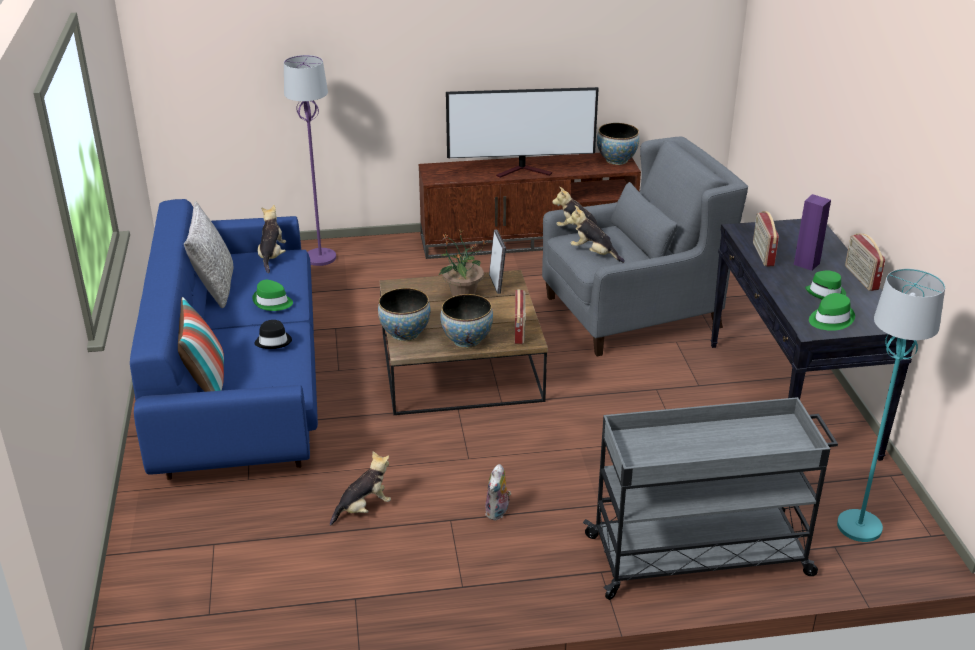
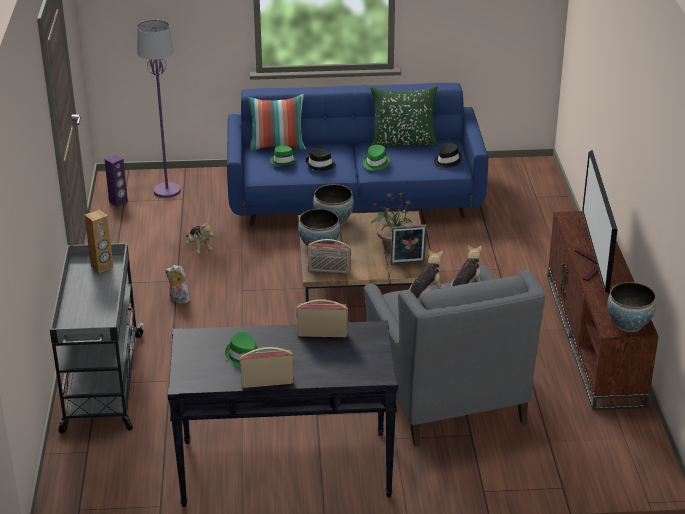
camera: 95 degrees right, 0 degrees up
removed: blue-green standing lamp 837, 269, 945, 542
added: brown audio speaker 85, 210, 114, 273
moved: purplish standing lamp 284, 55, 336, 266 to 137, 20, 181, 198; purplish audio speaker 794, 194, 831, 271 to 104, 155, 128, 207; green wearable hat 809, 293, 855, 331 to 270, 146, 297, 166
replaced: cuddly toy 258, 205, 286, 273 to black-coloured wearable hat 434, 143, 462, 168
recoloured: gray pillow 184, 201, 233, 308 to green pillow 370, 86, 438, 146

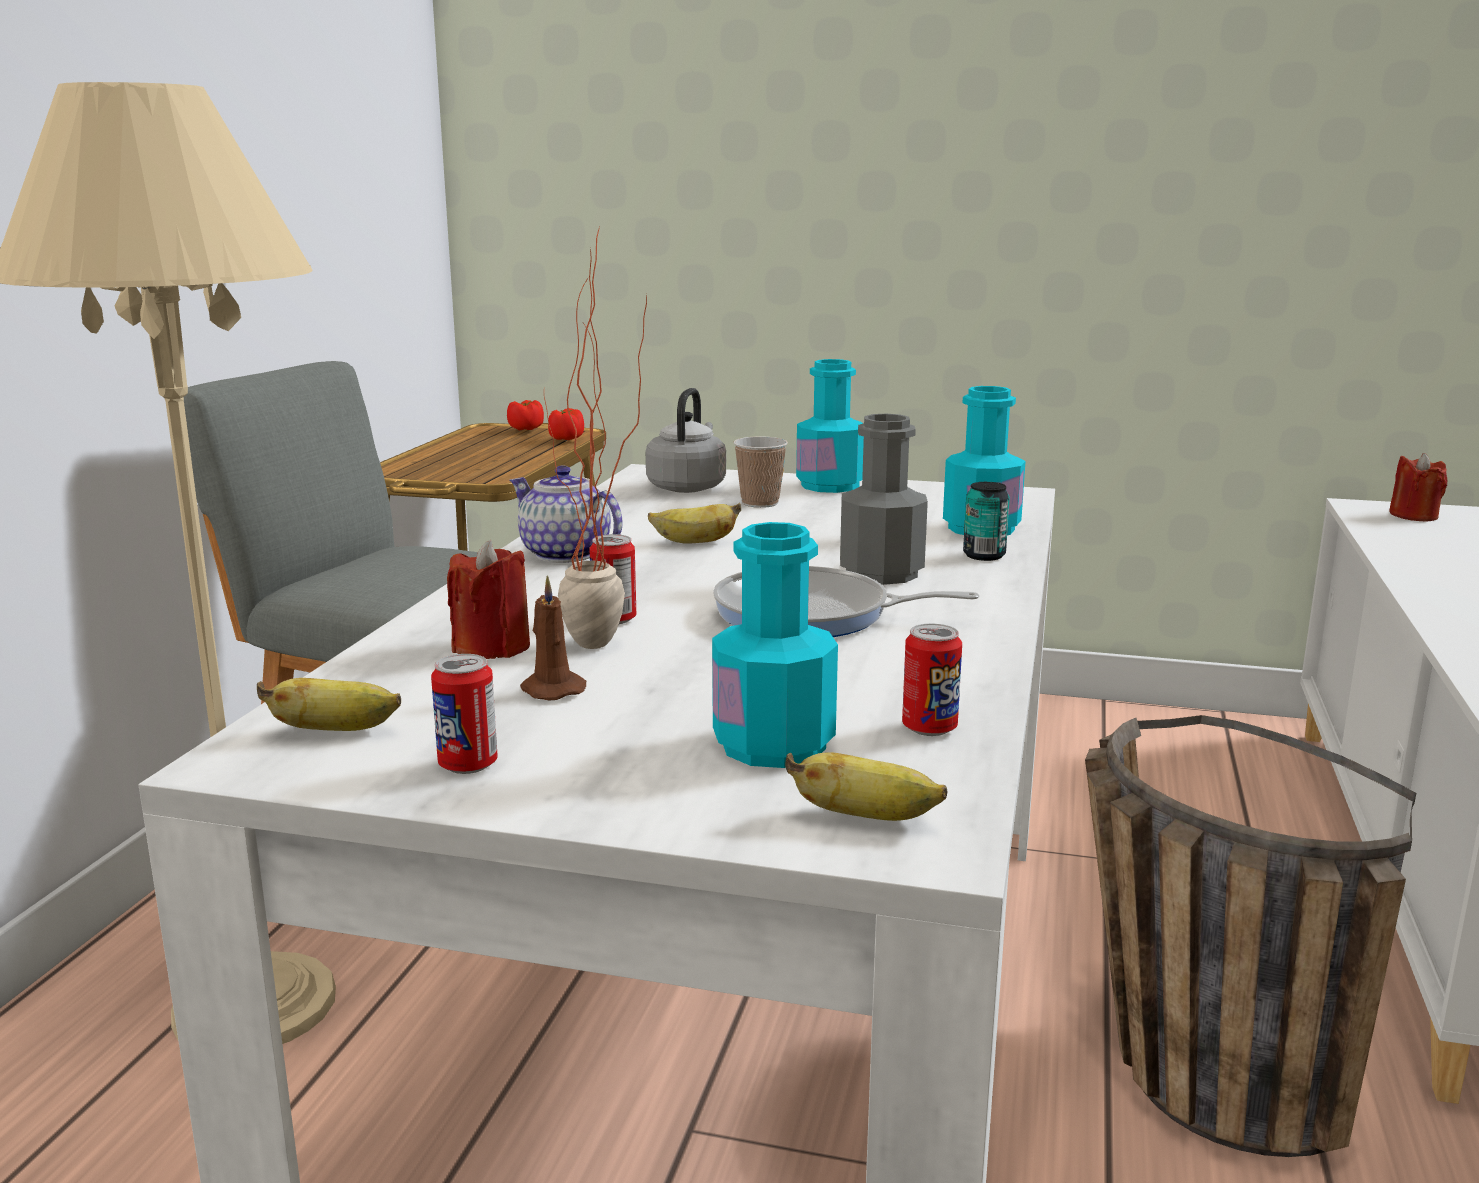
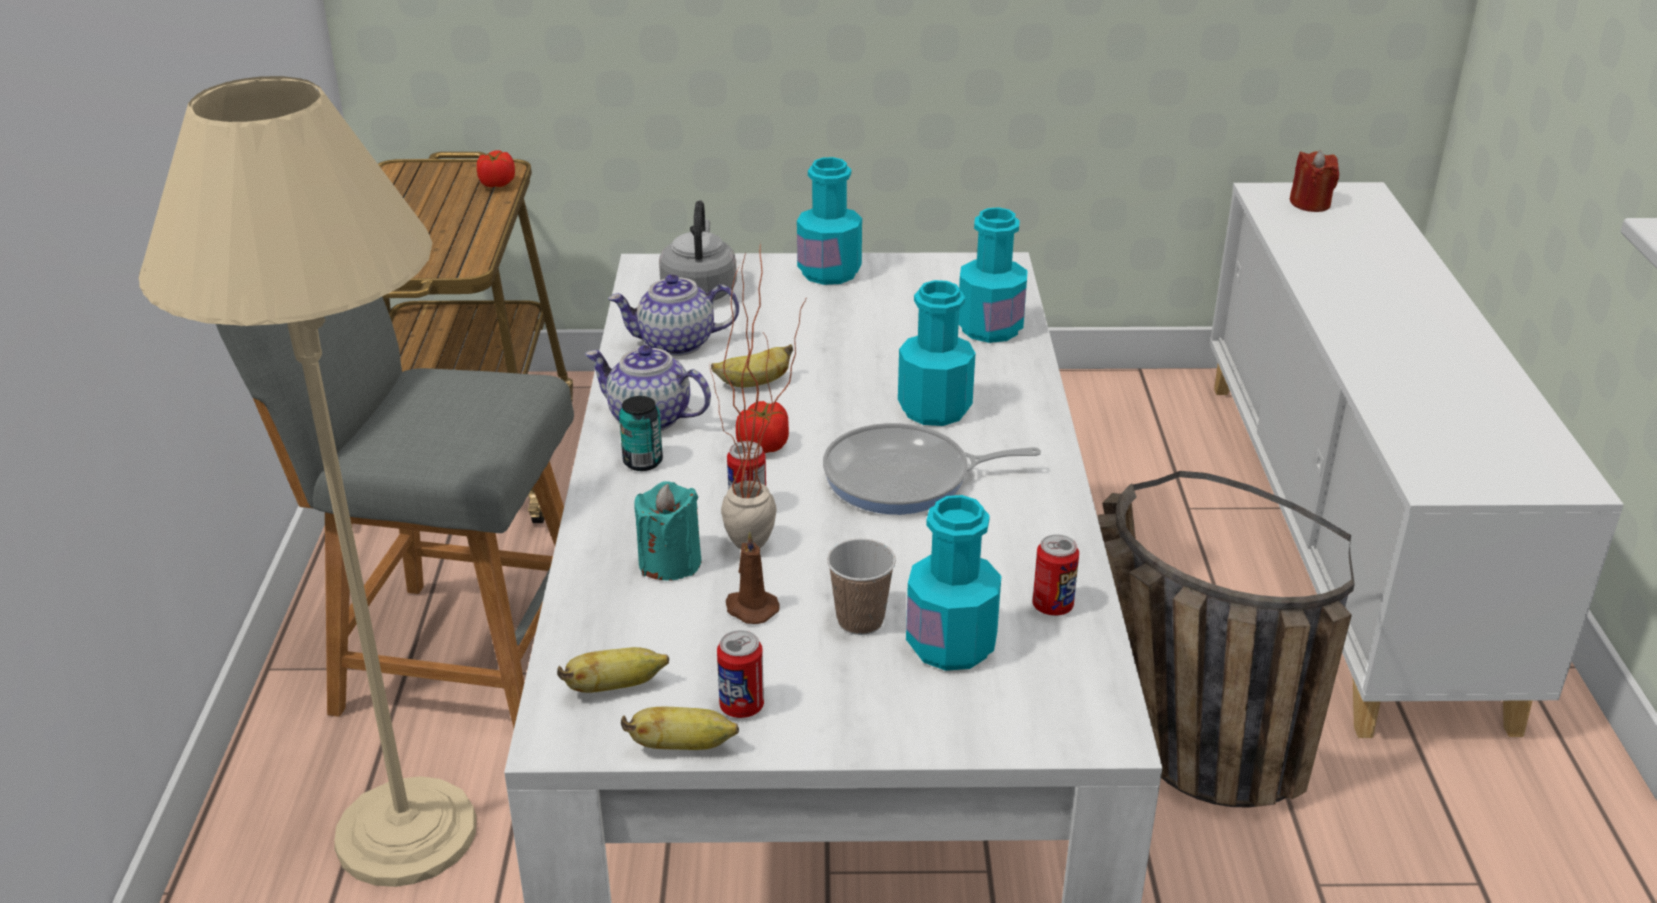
camera: 15 degrees left, 15 degrees up
added: tea pot 608, 274, 739, 356
moved: tomato 507, 400, 544, 430 to 736, 401, 789, 453; cup 733, 436, 788, 508 to 827, 539, 896, 635; sealed can 963, 482, 1010, 561 to 619, 396, 663, 471; whole banana 785, 753, 947, 821 to 621, 707, 739, 750
recoloured: gray drink bottle 840, 414, 928, 585 to blue-green drink bottle 898, 280, 976, 426; red wax candle 447, 540, 530, 659 to blue-green wax candle 634, 481, 701, 581

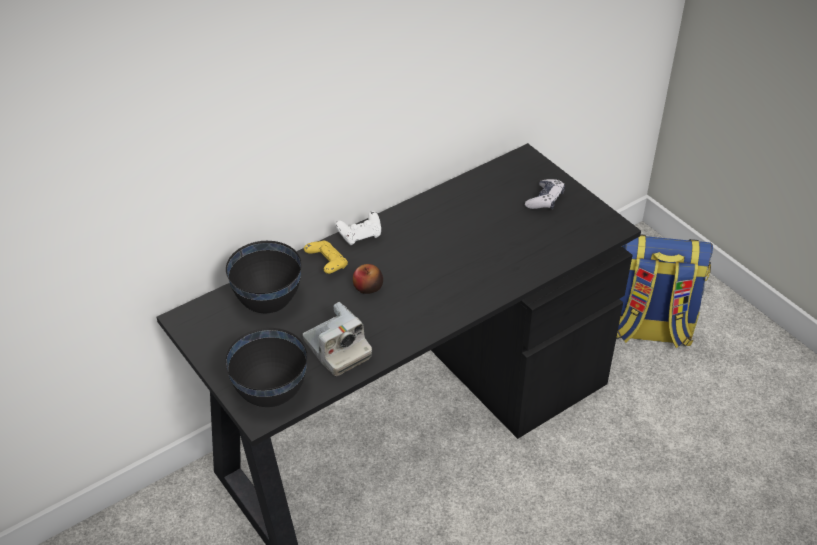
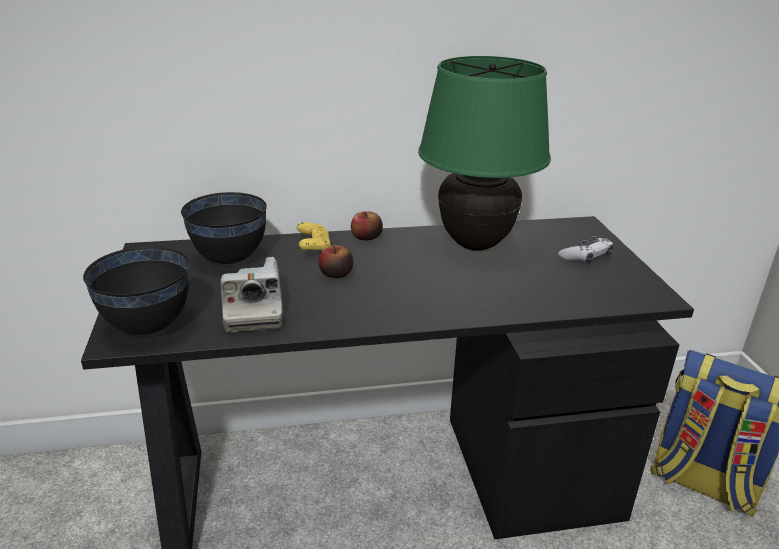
camera: 25 degrees right, 15 degrees down
added: green lamp for a table 418, 56, 551, 251
replaced: white-coloured joypad 335, 211, 381, 245 to whole apple 351, 211, 383, 241

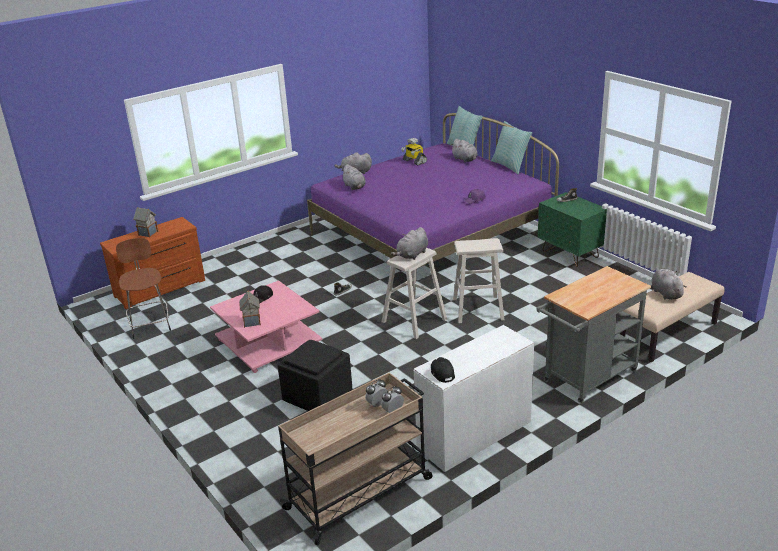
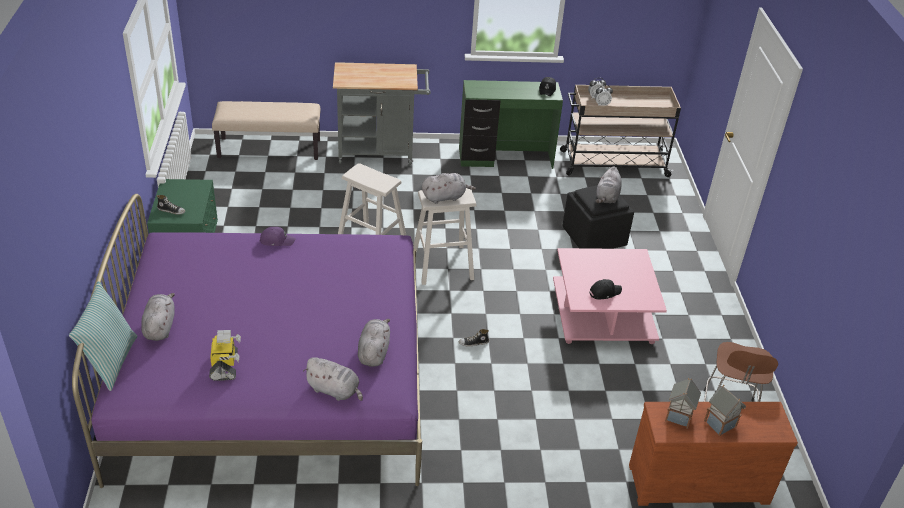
camera: 150 degrees left, 10 degrees up
removed: pillow 491, 121, 532, 174
moved: gray cuddly toy 652, 269, 687, 300 to 596, 166, 622, 203; model house 239, 291, 261, 328 to 665, 378, 701, 429
recoloured: white-coloured desk unit 414, 325, 534, 472 to green desk unit 459, 80, 563, 169

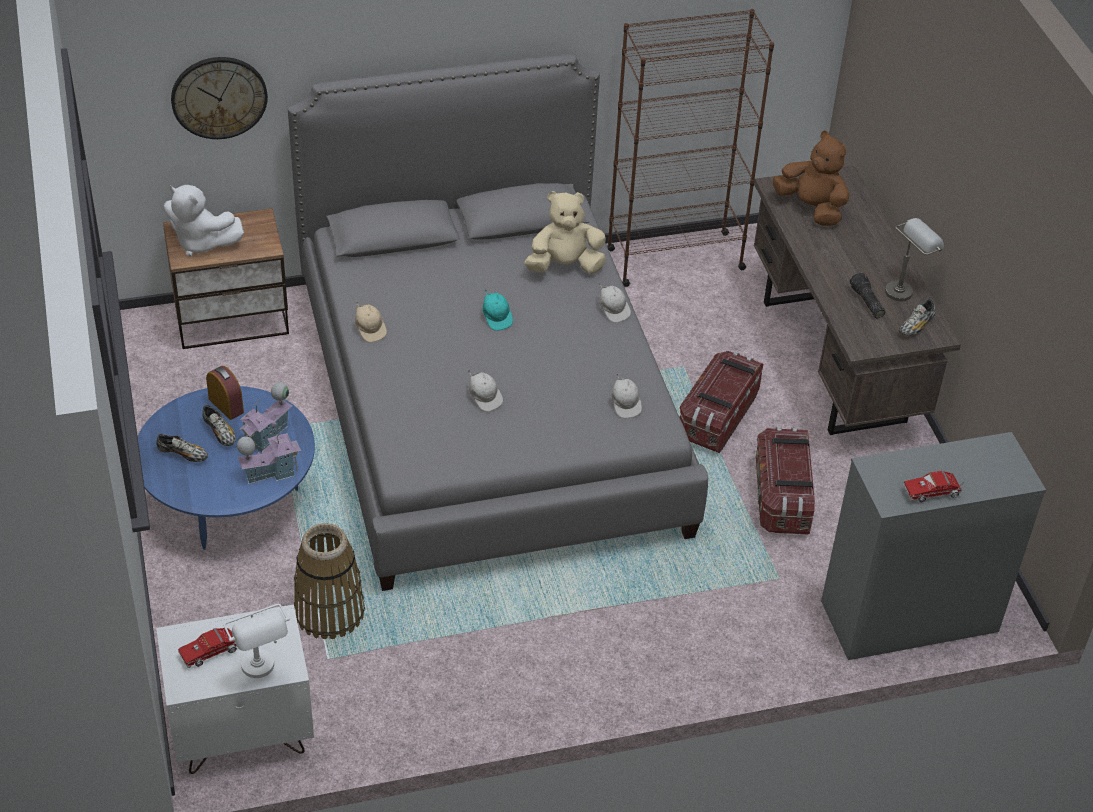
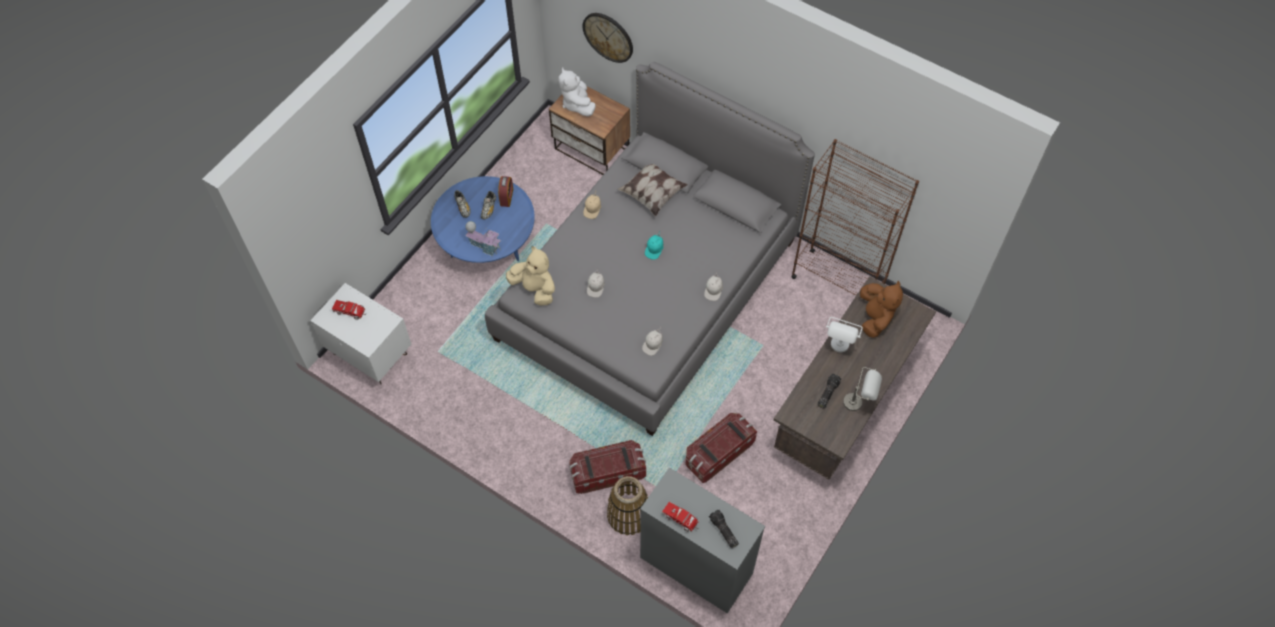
camera: 50 degrees right, 15 degrees up
removed: low shoe 899, 299, 936, 335; model house 239, 382, 292, 453
added: pillow 617, 164, 688, 216; torch 709, 510, 739, 548
moved: beige cuddly toy 525, 191, 606, 274 to 506, 246, 555, 306; storage bin 680, 351, 763, 453 to 569, 440, 646, 494; basket 294, 523, 365, 639 to 607, 476, 648, 535; white-coloured lamp for a table 223, 604, 290, 678 to 826, 317, 863, 352

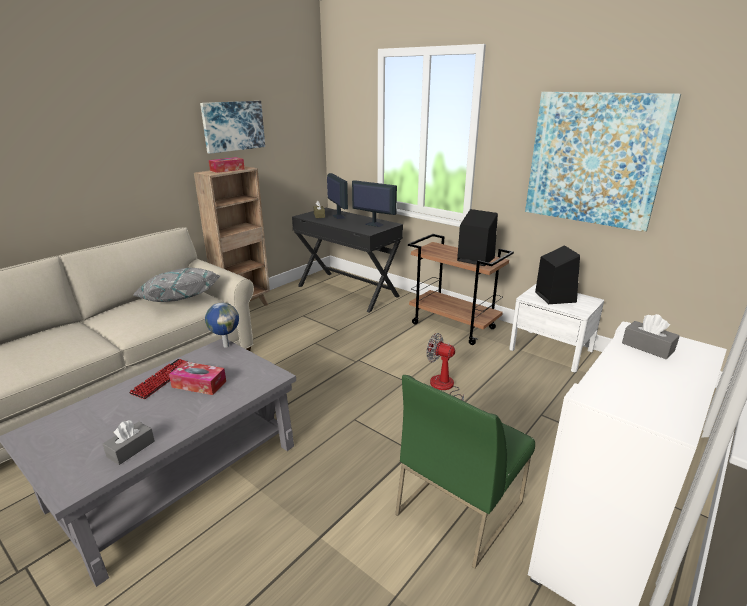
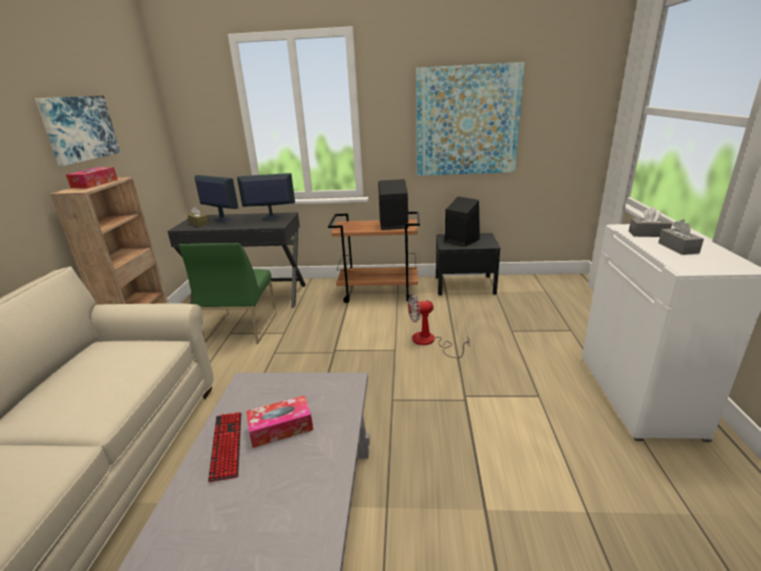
camera: 35 degrees left, 0 degrees up
removed: gray pillow 134, 268, 220, 302; globe 205, 303, 239, 348
moved: green plain chair 395, 375, 535, 569 to 179, 243, 276, 344; gray box of tissues 103, 420, 155, 465 to 658, 219, 704, 255
recoloured: white-coloured bedside table 509, 283, 604, 372 to black-coloured bedside table 436, 233, 500, 295

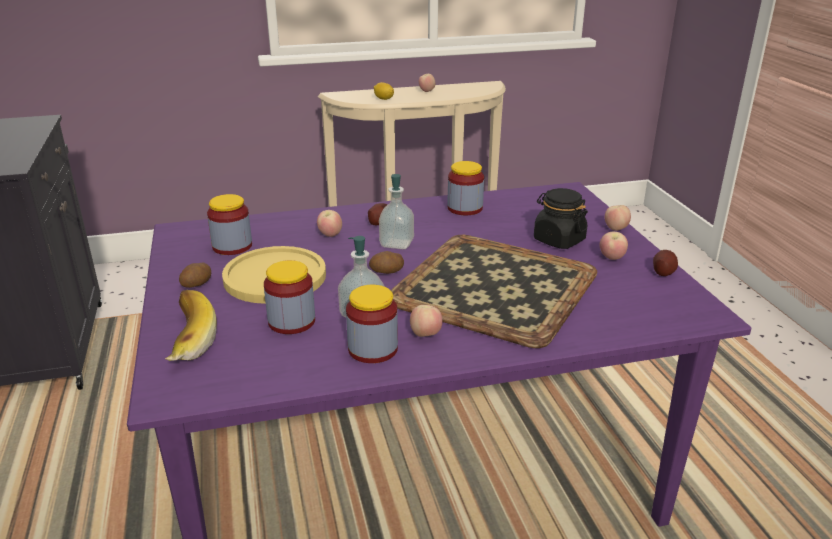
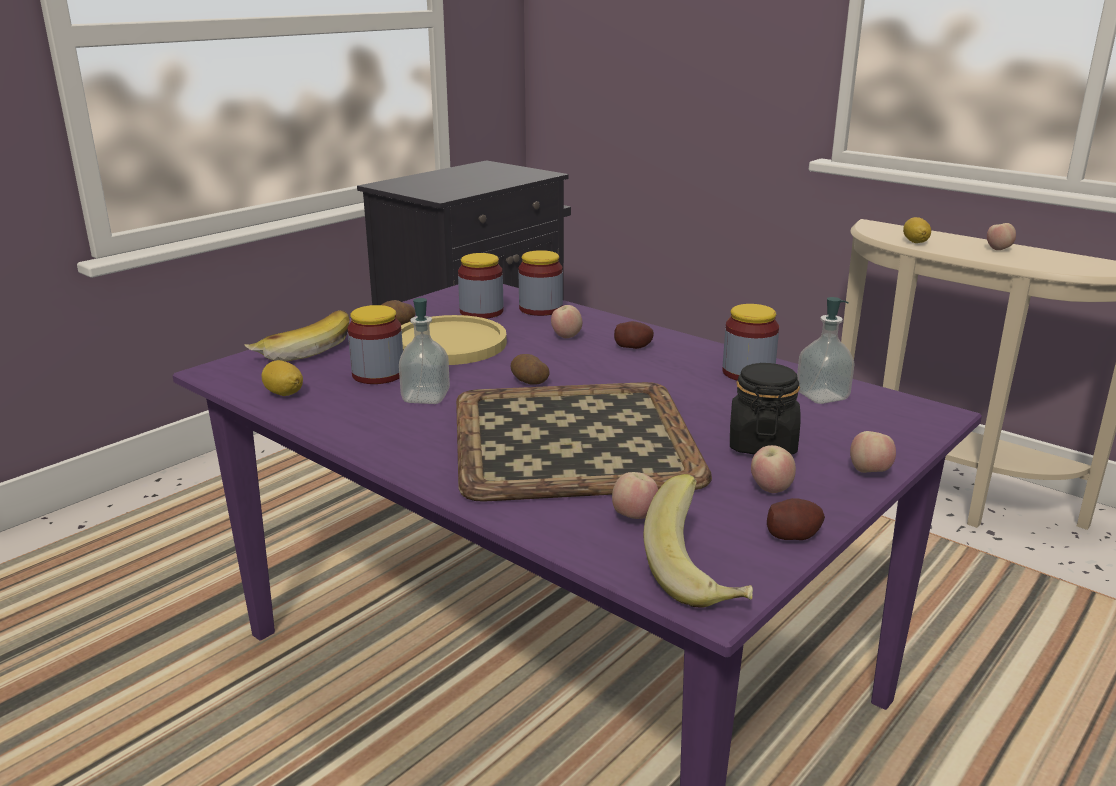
camera: 55 degrees right, 5 degrees down
added: citrus fruit 262, 360, 303, 396; whole banana 644, 474, 753, 608
moved: soap dispenser 379, 174, 414, 249 to 797, 297, 855, 404; preserve jar 346, 285, 398, 363 to 519, 250, 563, 316; whole apple 410, 305, 443, 337 to 612, 472, 658, 519

